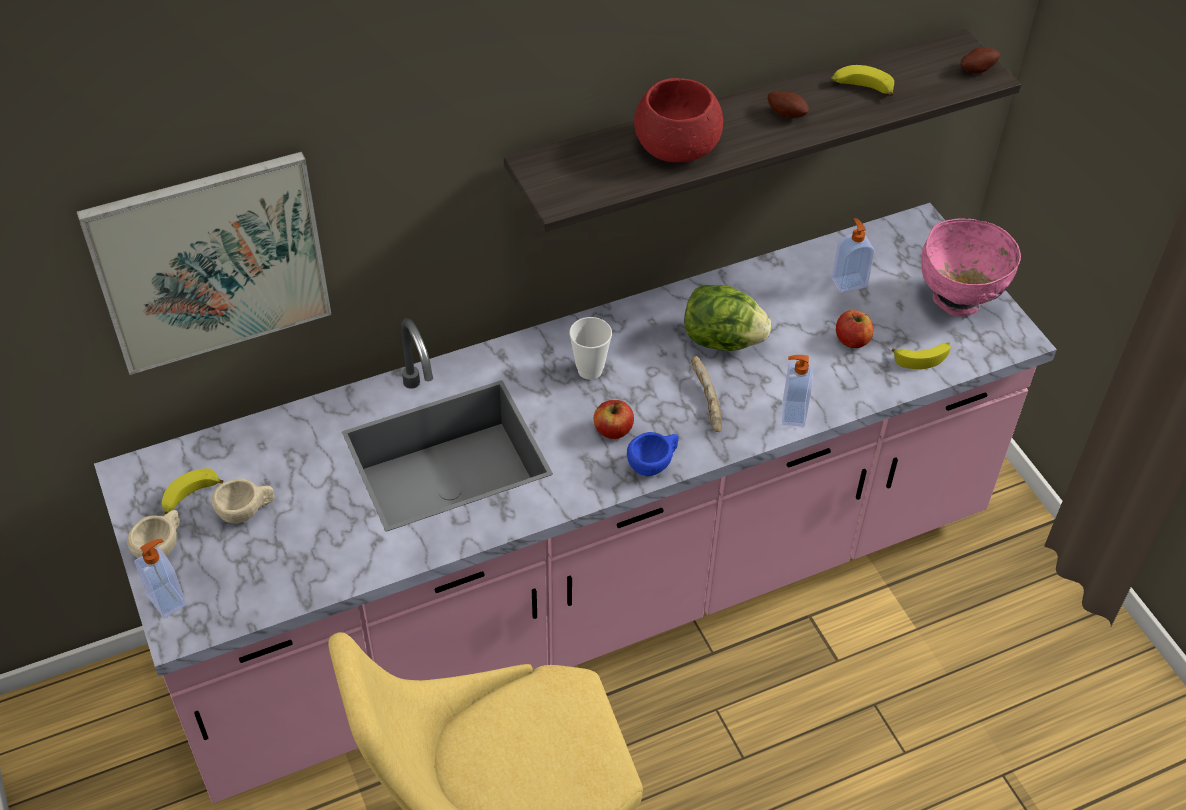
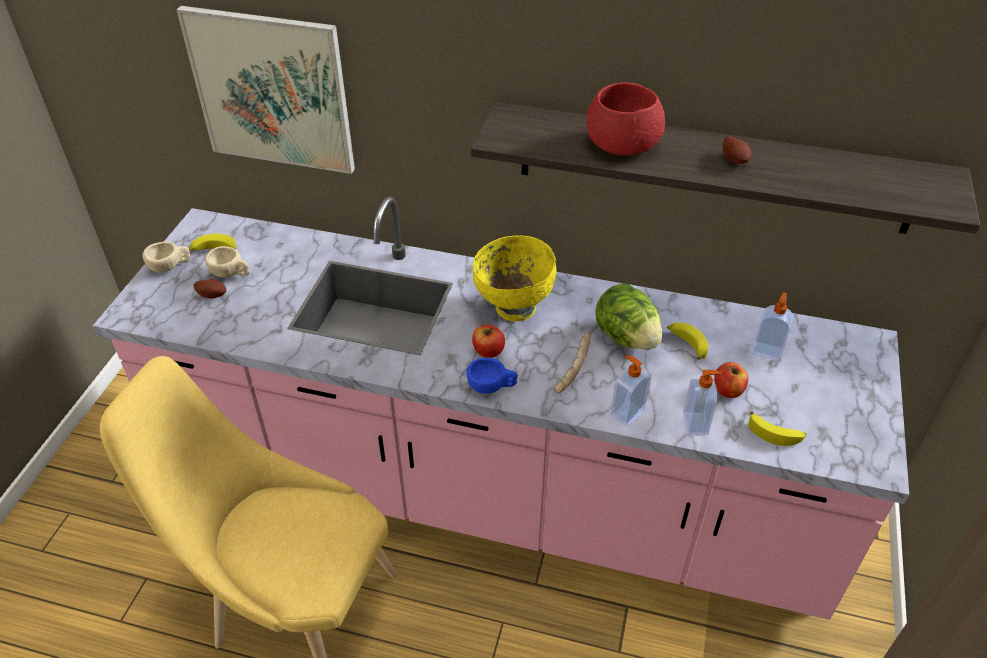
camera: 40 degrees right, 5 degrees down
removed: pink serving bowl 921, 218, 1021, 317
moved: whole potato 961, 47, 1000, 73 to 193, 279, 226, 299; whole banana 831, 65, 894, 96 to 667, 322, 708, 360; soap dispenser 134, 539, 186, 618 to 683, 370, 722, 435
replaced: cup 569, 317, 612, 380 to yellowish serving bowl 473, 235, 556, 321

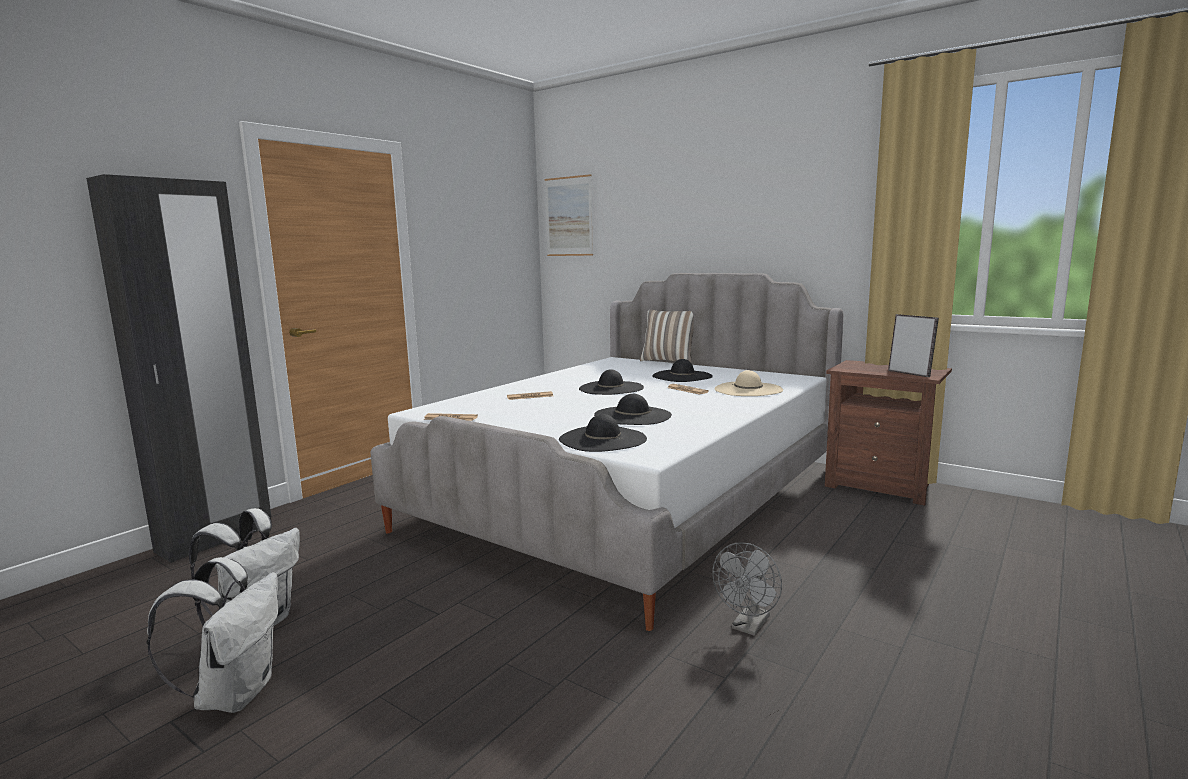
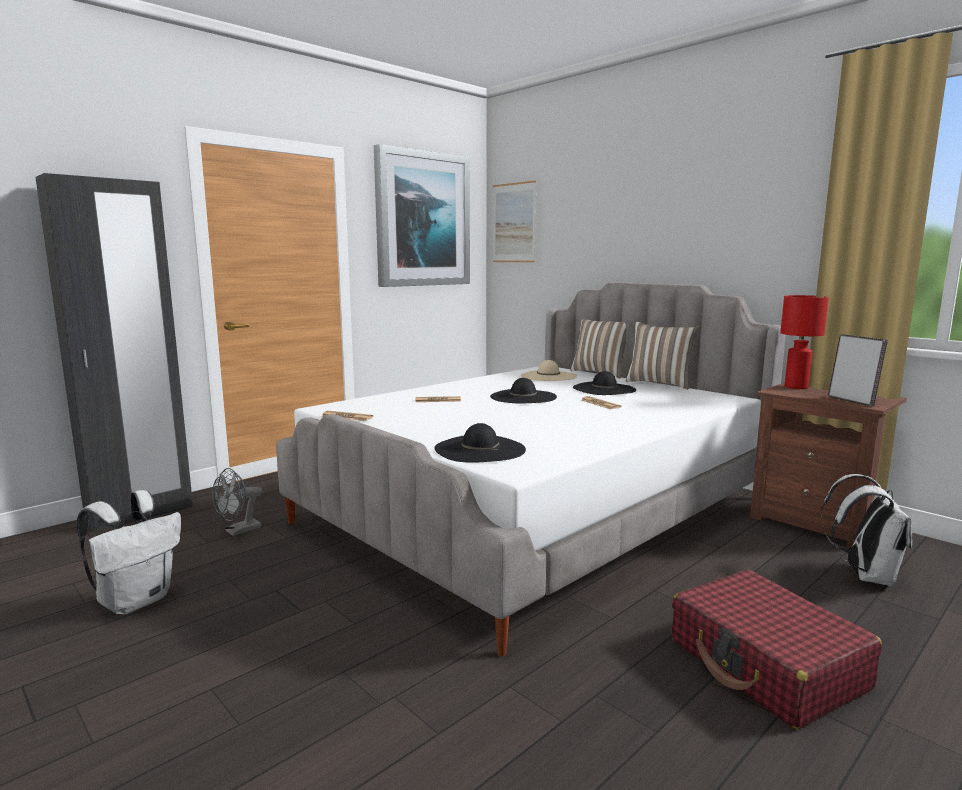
camera: 10 degrees right, 0 degrees up
removed: black-coloured wearable hat 594, 394, 672, 425
added: wall art 374, 144, 470, 287; red lamp for a table 780, 295, 829, 389; pillow 626, 321, 701, 389; red suitcase 672, 570, 882, 729
moved: beige wearable hat 714, 370, 783, 396 to 520, 360, 577, 381; gray electric fan 712, 542, 782, 636 to 212, 468, 263, 536; white-coloured rucksack 146, 557, 278, 713 to 820, 474, 912, 586

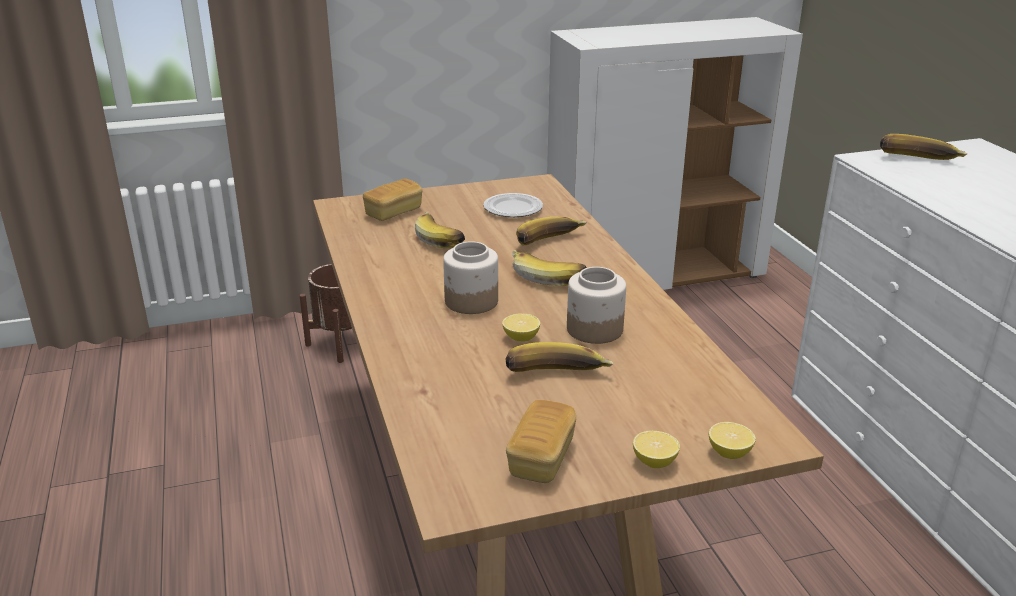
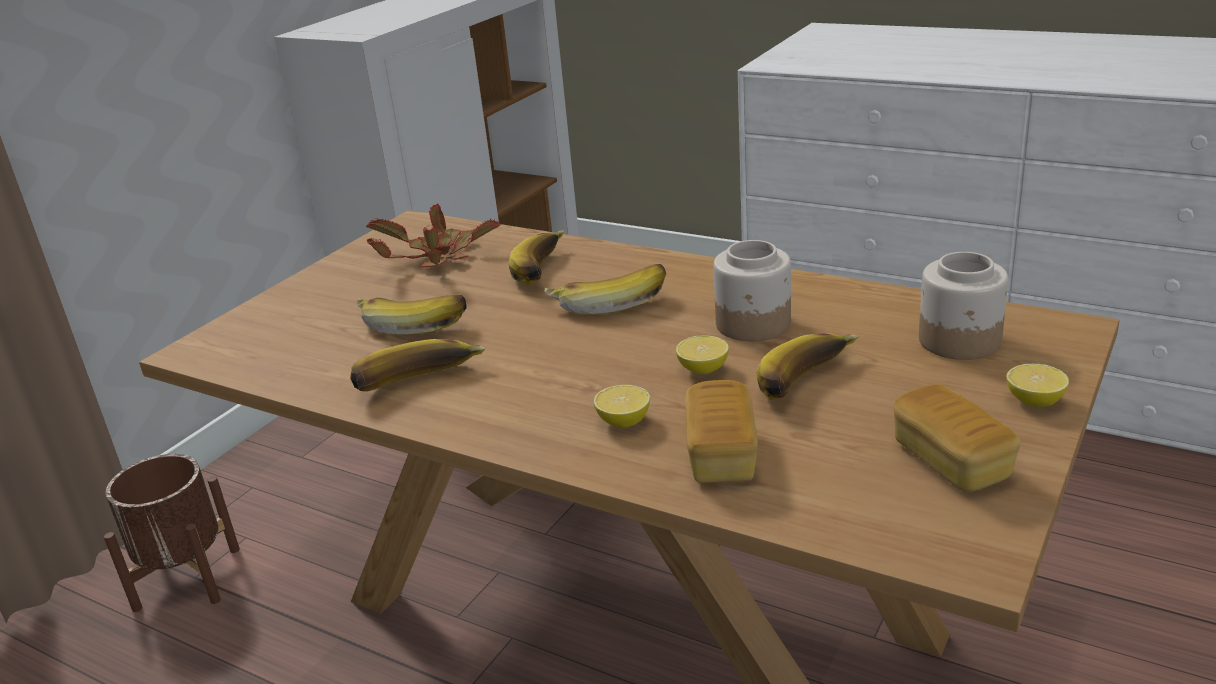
camera: 40 degrees left, 0 degrees up
moved: whole banana 880, 134, 967, 160 to 350, 339, 485, 391; bread 363, 179, 422, 221 to 685, 380, 758, 483; preserve jar 443, 241, 498, 314 to 919, 252, 1008, 360; citrus fruit 709, 422, 756, 459 to 594, 385, 650, 428
replaced: plate 483, 193, 543, 217 to plant in a pot 366, 203, 500, 268

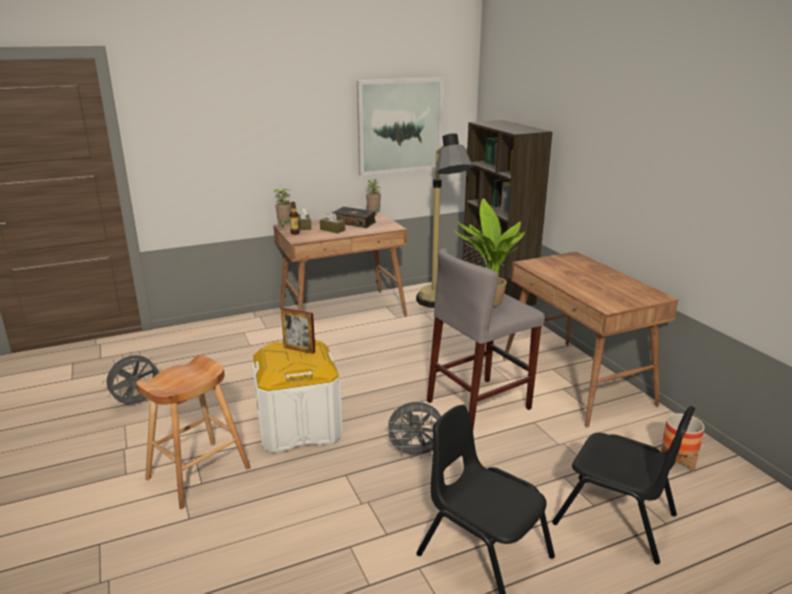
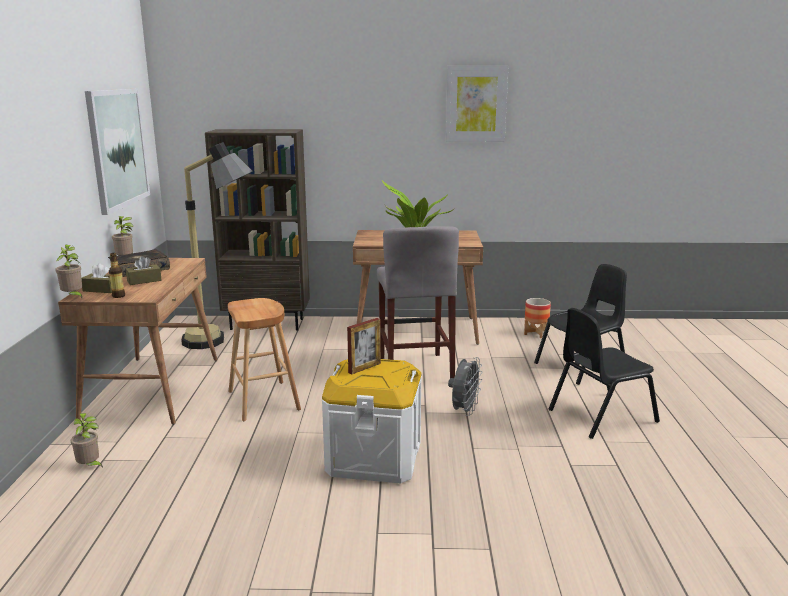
camera: 65 degrees left, 5 degrees down
removed: gray electric fan 102, 352, 159, 404
added: wall art 446, 66, 508, 142; plant in a pot 71, 413, 103, 468
moved: brown sitting stool 136, 355, 251, 509 to 228, 298, 301, 421

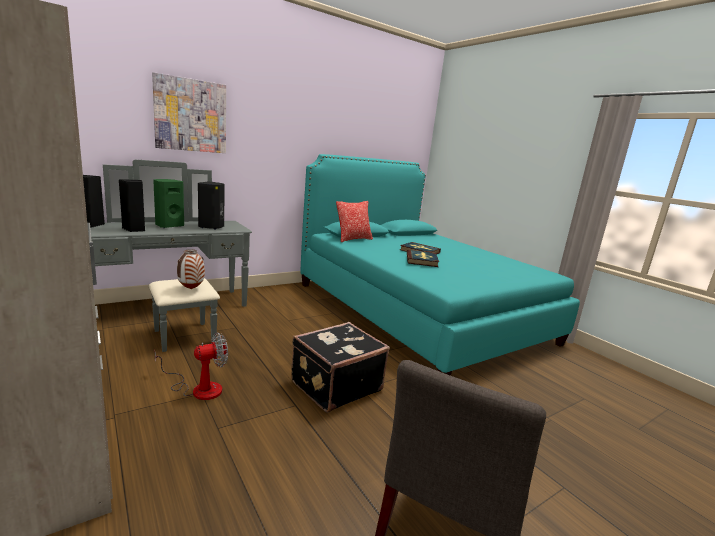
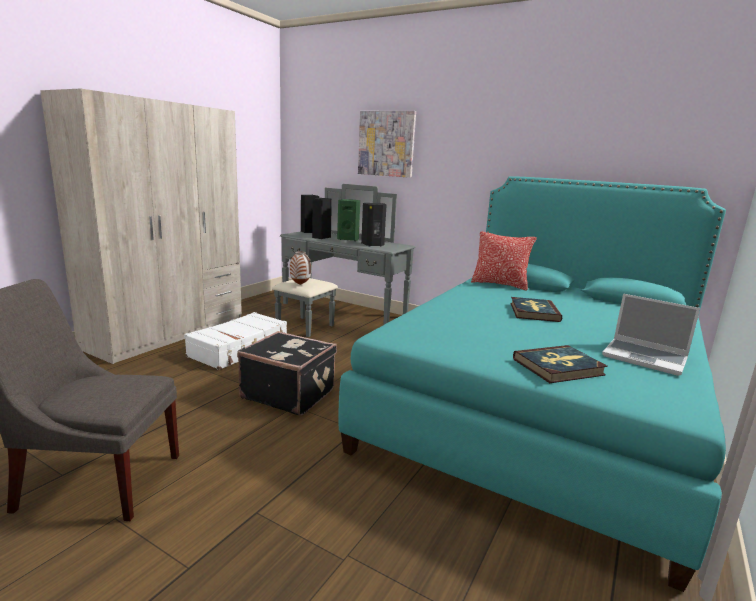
camera: 65 degrees right, 0 degrees up
added: portable computer 602, 294, 700, 376
moved: volume 407, 250, 439, 267 to 513, 345, 608, 383
replaced: electric fan 154, 332, 228, 400 to white-coloured suitcase 184, 312, 287, 370

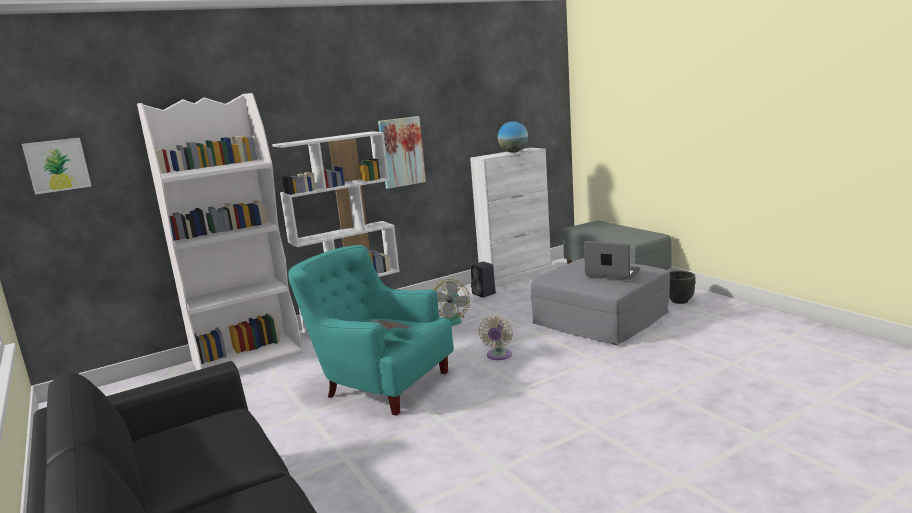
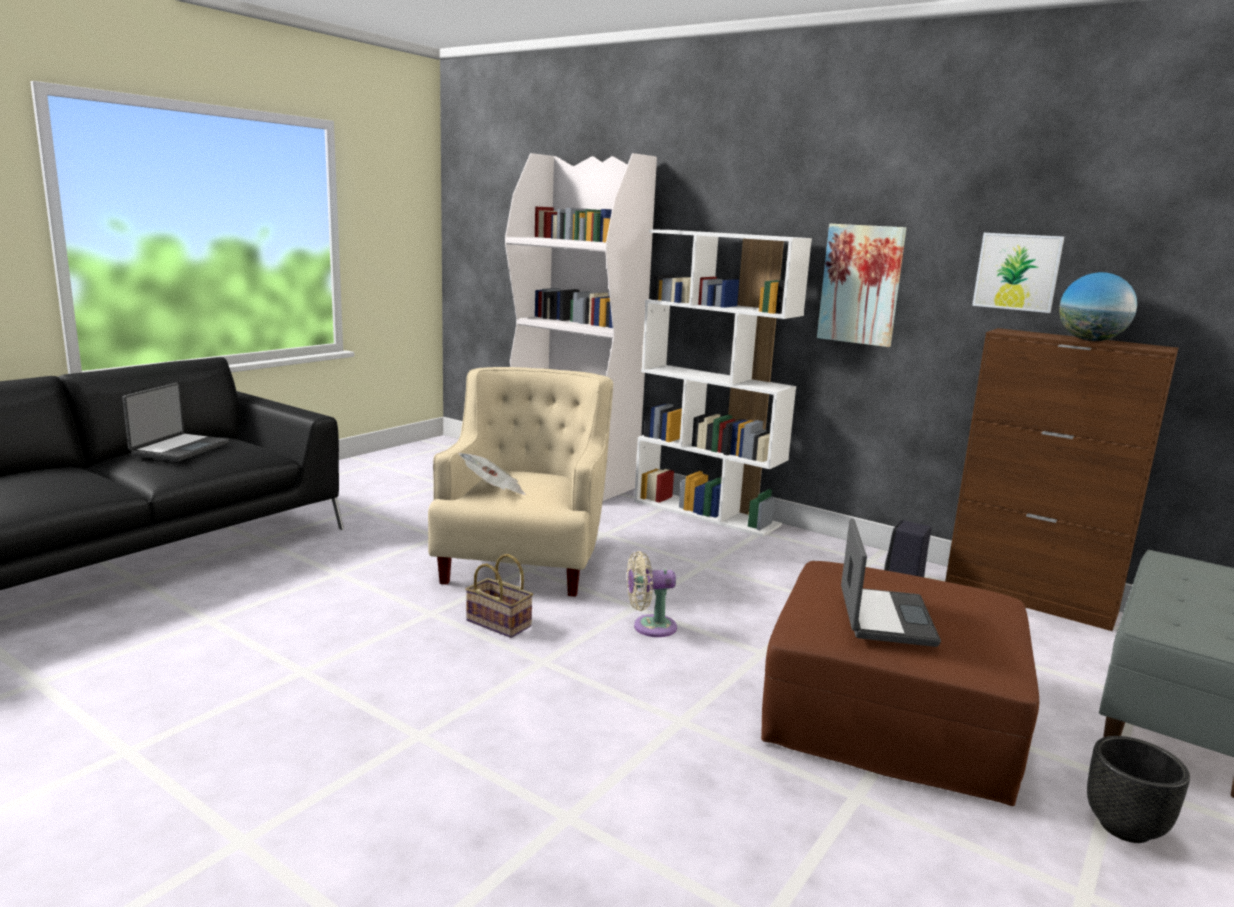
camera: 65 degrees right, 0 degrees up
removed: electric fan 433, 279, 470, 326
added: portable computer 123, 383, 229, 461; basket 465, 554, 533, 638
moved: wall art 22, 138, 92, 194 to 972, 233, 1064, 313
recoloured: white-coloured storage cabinet 470, 148, 551, 287 to brown storage cabinet 945, 328, 1178, 631; blue-green lounge chair 288, 245, 454, 416 to beige lounge chair 428, 367, 613, 597; gray ottoman 531, 258, 670, 345 to brown ottoman 761, 561, 1039, 806

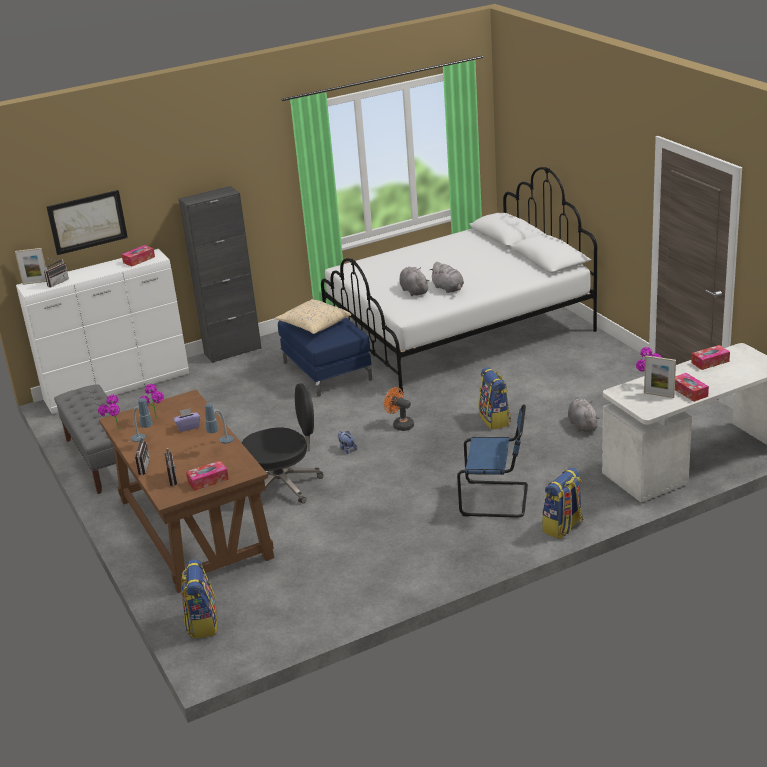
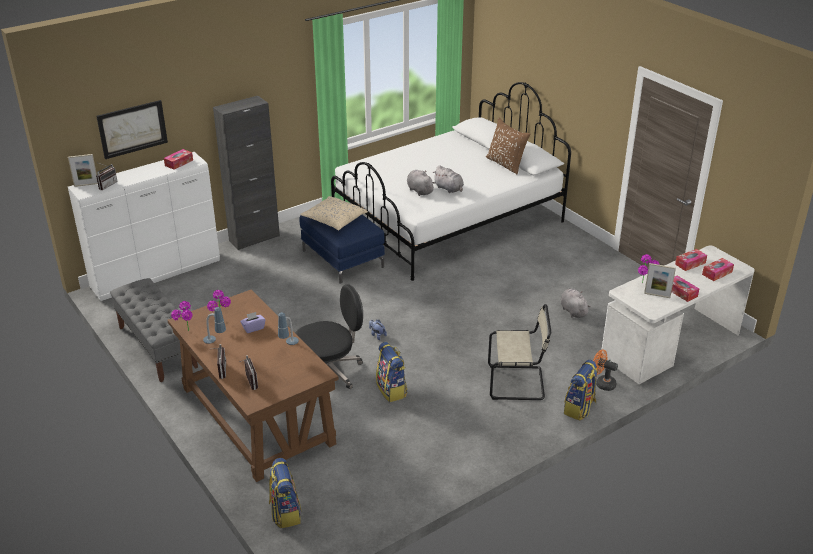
camera: 10 degrees left, 5 degrees up
added: brown pillow 486, 118, 531, 174
moved: rucksack 478, 367, 511, 430 to 376, 342, 407, 402; orange-coloured electric fan 384, 387, 414, 431 to 593, 349, 618, 391; box of tissues 186, 461, 229, 491 to 702, 258, 734, 281
recoloured: bluish plain chair 457, 404, 528, 518 to beige plain chair 488, 304, 551, 400

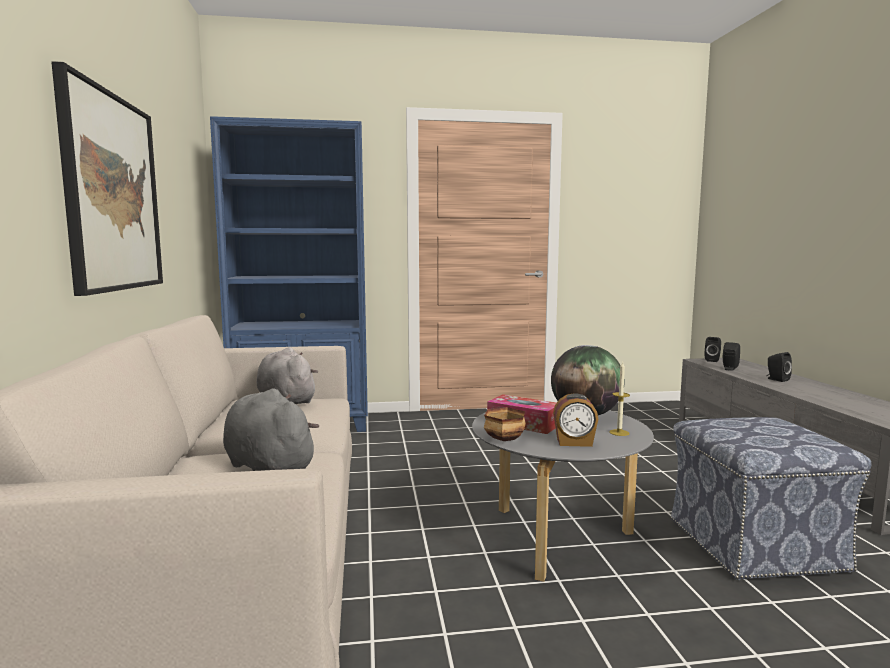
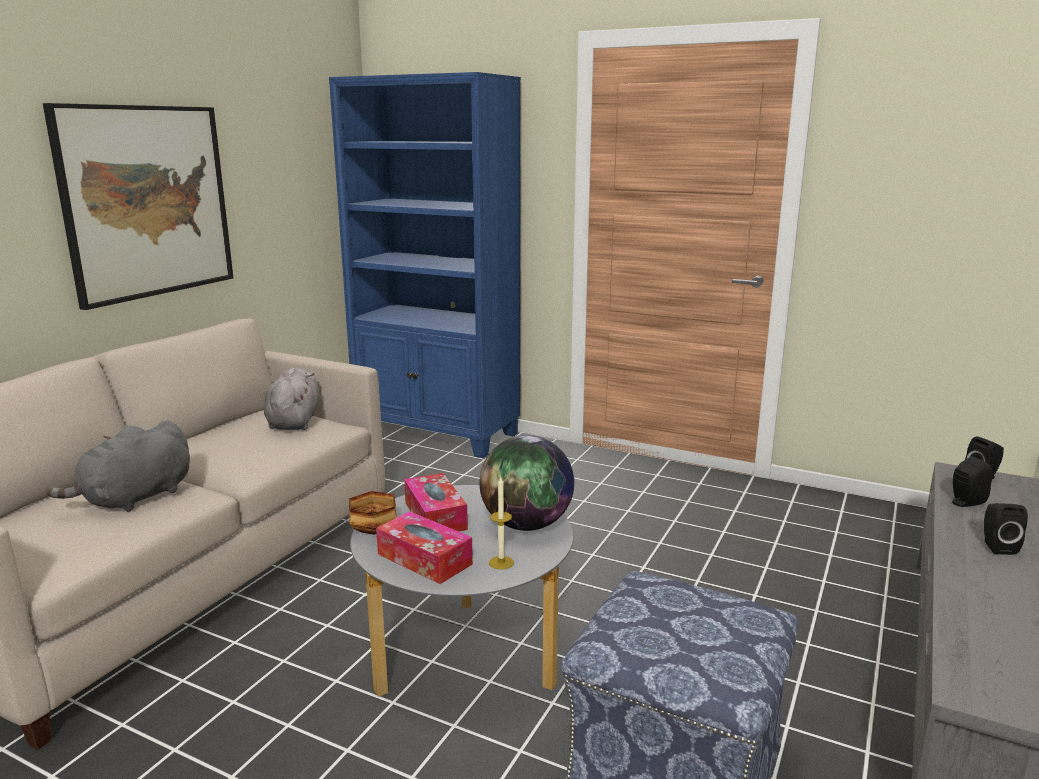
camera: 35 degrees right, 10 degrees up
replaced: bedside clock 553, 393, 598, 447 to box of tissues 376, 511, 473, 584
turned: gray cuddly toy 223, 388, 319, 471 = 46, 420, 190, 512 135 degrees counterclockwise

